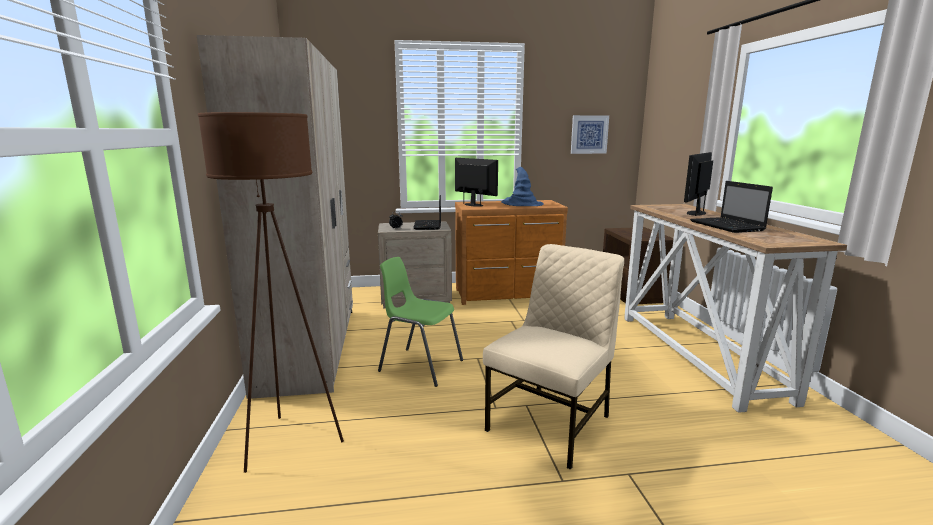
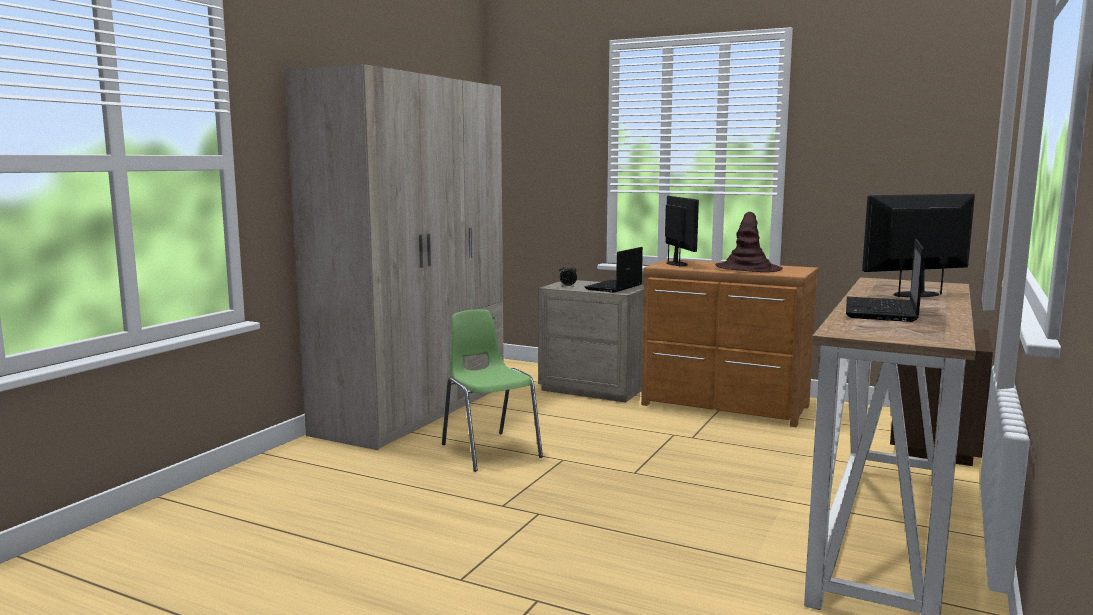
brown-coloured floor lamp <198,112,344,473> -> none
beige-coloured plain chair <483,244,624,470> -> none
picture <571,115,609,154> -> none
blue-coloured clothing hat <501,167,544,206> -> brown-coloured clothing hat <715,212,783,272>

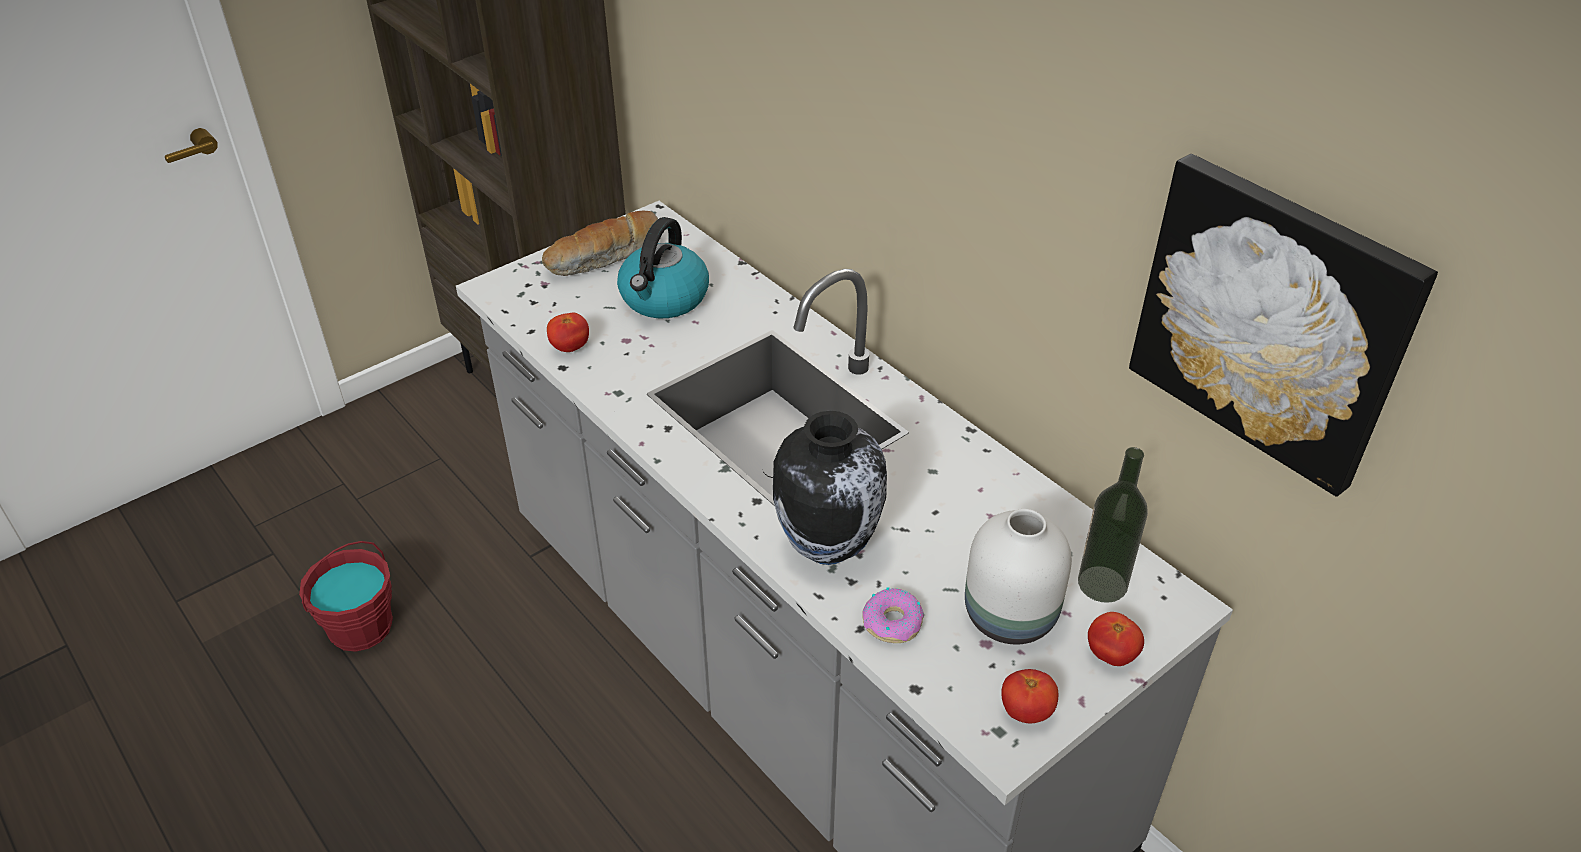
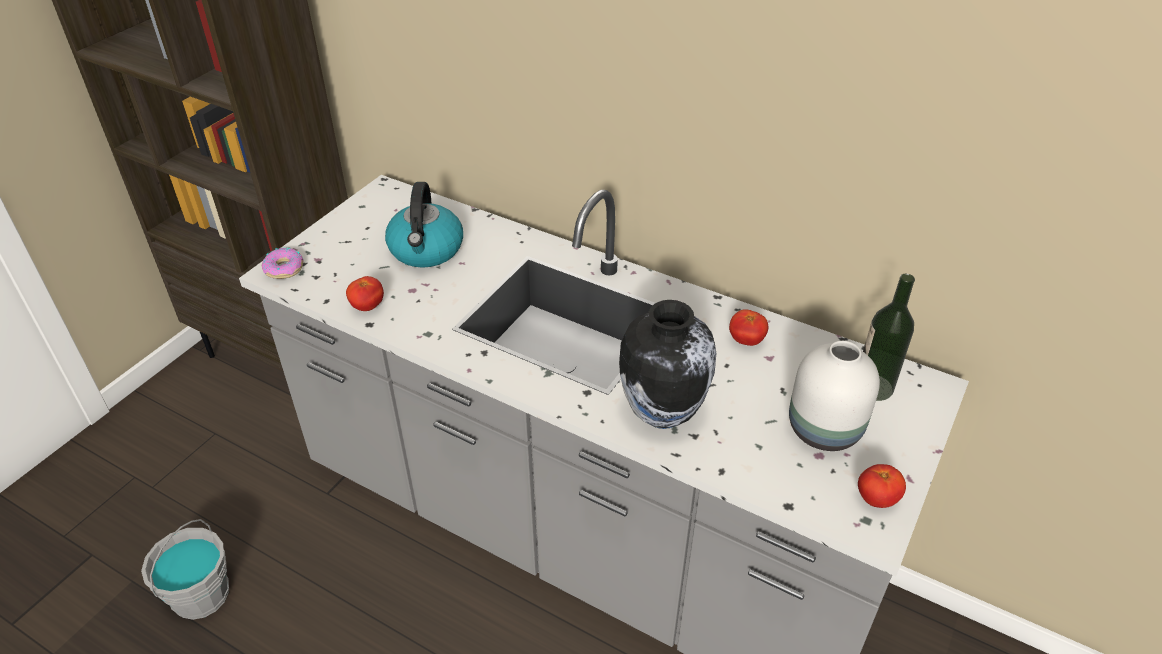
baked bread <542,211,661,276> -> none
picture <1129,154,1438,497> -> none
doughnut <863,588,924,643> -> doughnut <262,248,304,279>, relocated
tomato <1088,612,1144,666> -> tomato <729,310,768,346>, relocated
reddish bucket <299,541,393,652> -> greyish bucket <141,519,229,620>

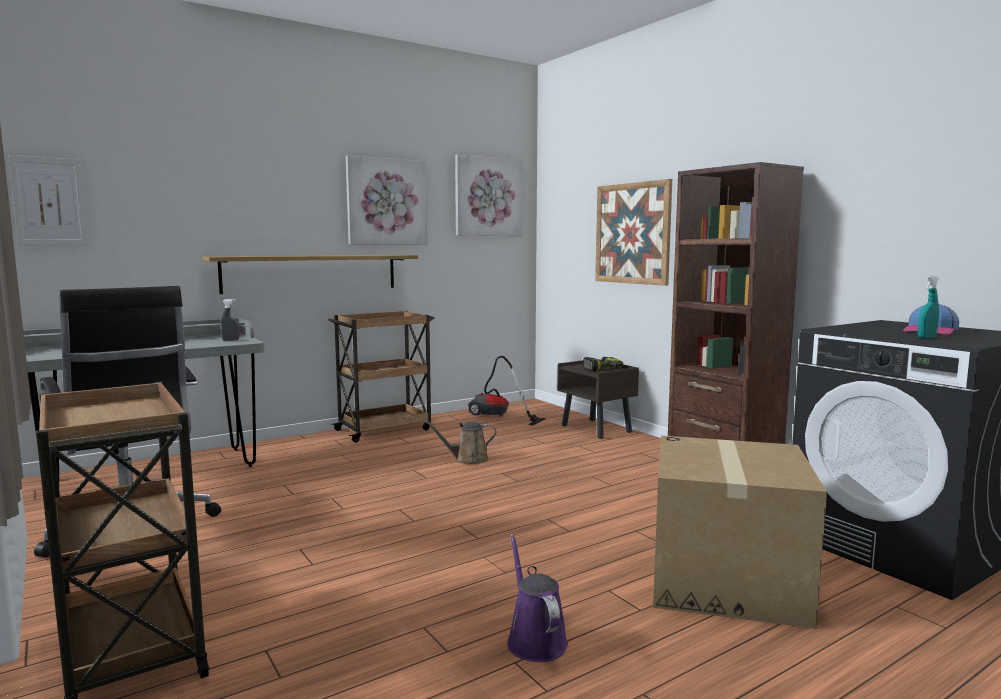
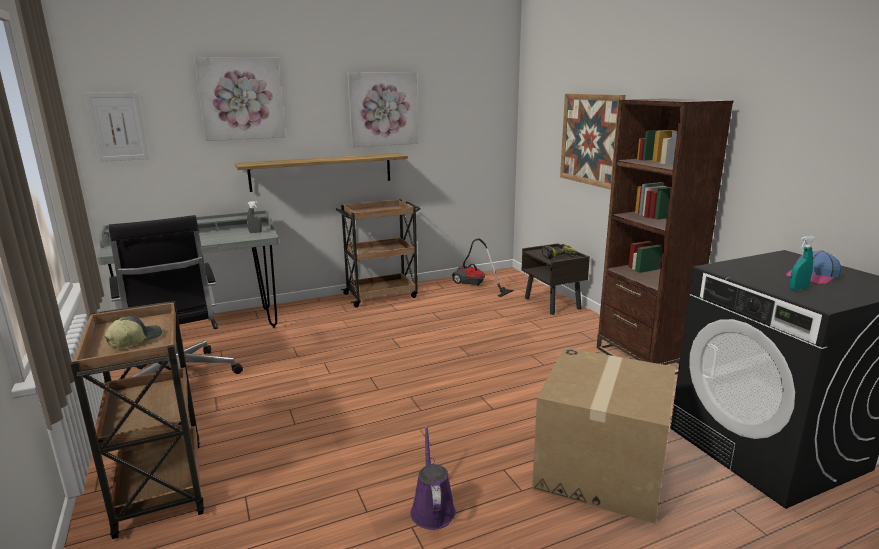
brown-coloured watering pot <424,420,497,464> -> none
none -> cap <104,316,162,348>
picture <455,155,522,236> -> picture <194,57,286,141>, relocated

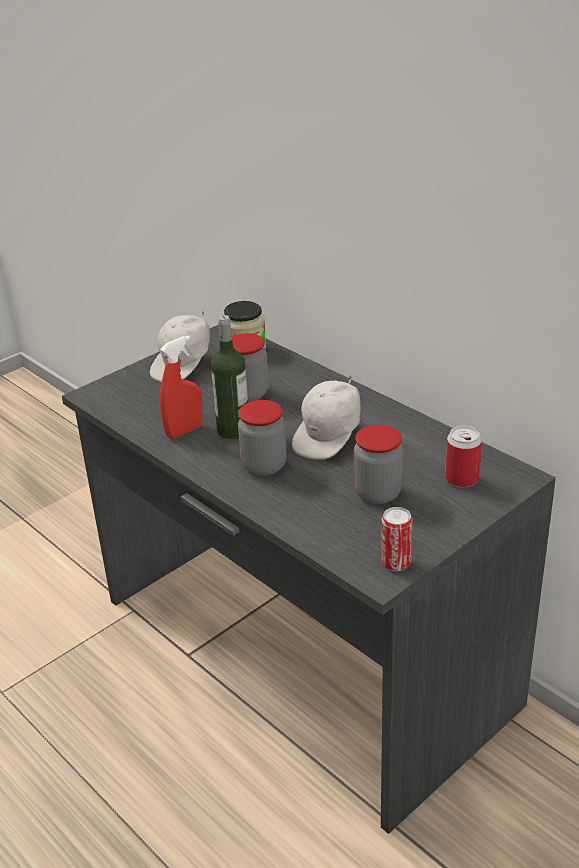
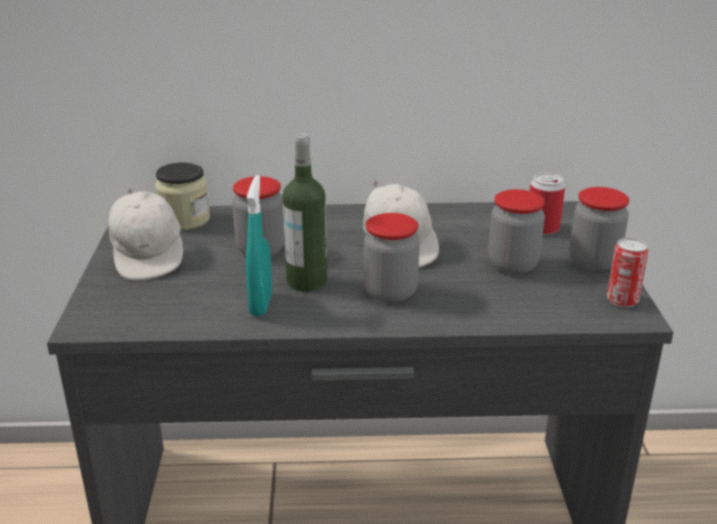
none -> jar <570,187,629,272>
reddish spray bottle <160,335,202,438> -> blue-green spray bottle <246,175,272,316>

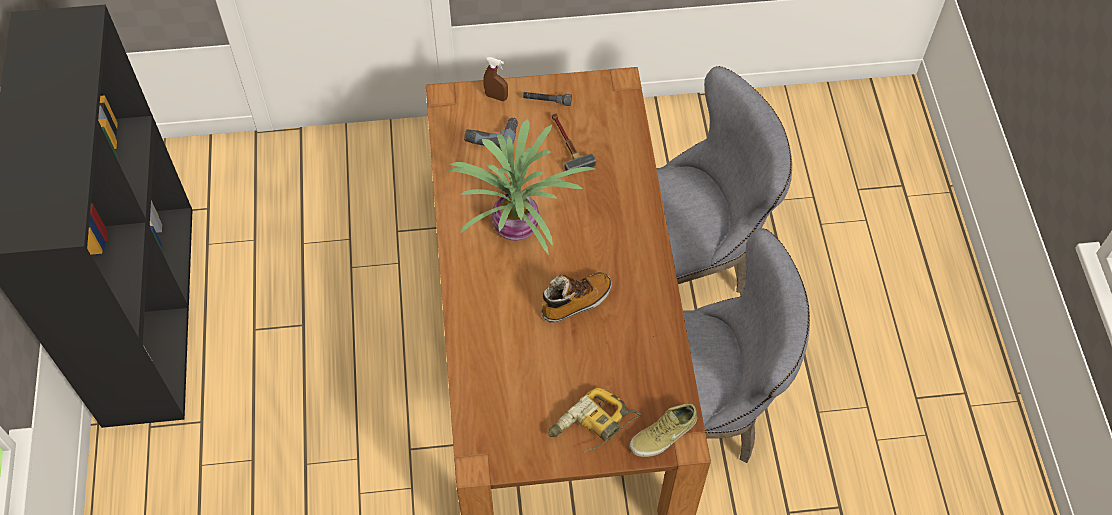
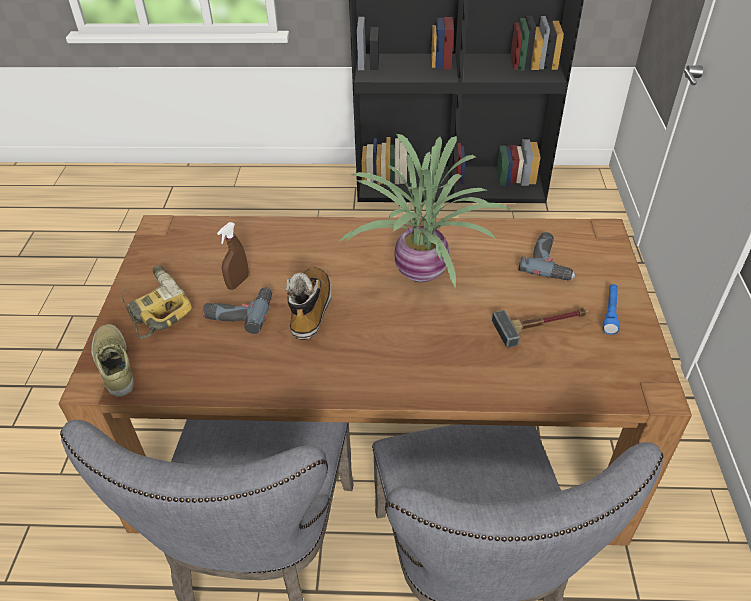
none -> power drill <203,287,272,334>
brown-coloured spray bottle <483,57,508,101> -> brown-coloured spray bottle <217,222,248,290>, relocated
greyish flashlight <523,92,572,106> -> blue-coloured flashlight <603,284,620,335>
high-top boot <541,272,612,323> -> high-top boot <286,267,332,340>, 150 degrees counterclockwise

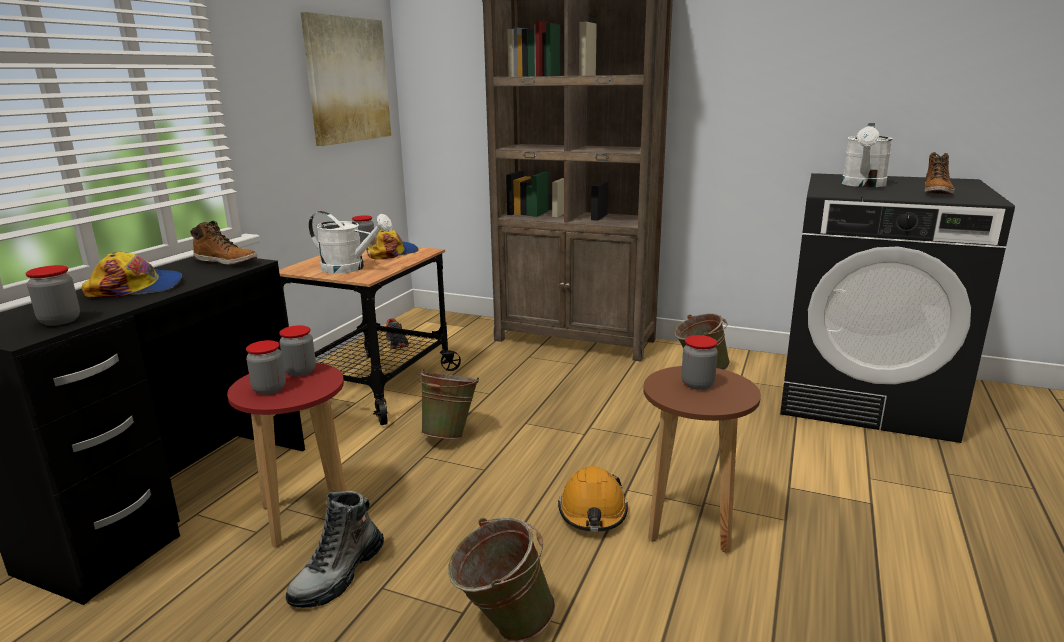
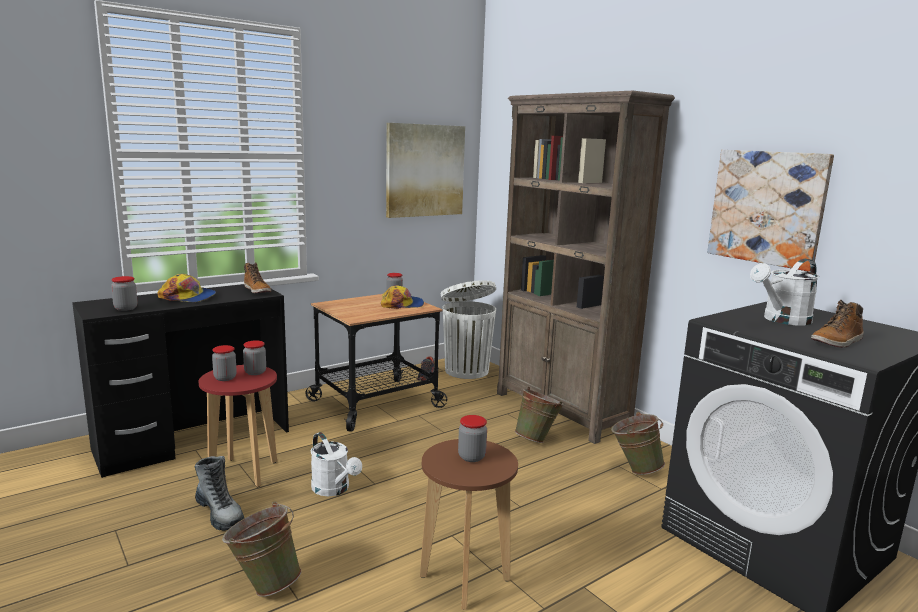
orange work helmet <558,466,628,532> -> none
none -> white trash can <441,280,496,379>
none -> picture <707,150,834,272>
white watering pot <308,211,393,274> -> white watering pot <311,432,362,496>, relocated
green-coloured bucket <417,369,479,439> -> green-coloured bucket <515,387,564,443>, relocated
high-top boot <286,491,384,608> -> high-top boot <195,456,244,531>, 105 degrees counterclockwise

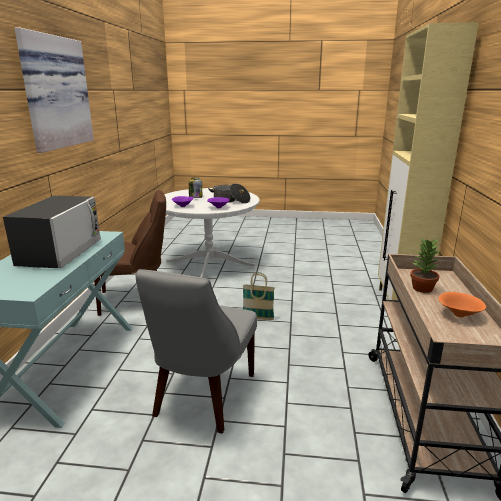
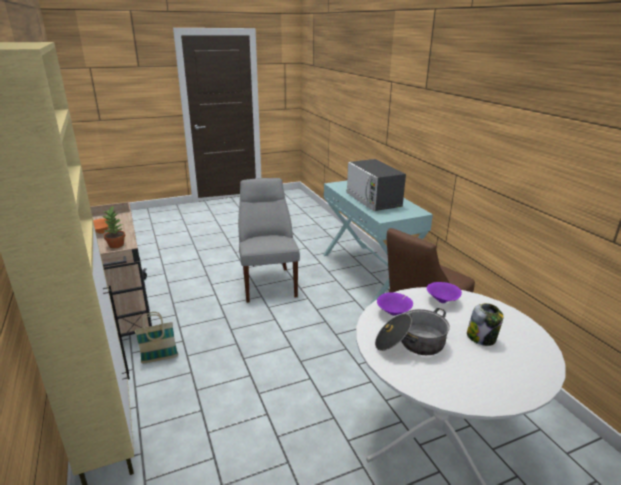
picture <15,28,94,153> -> none
storage basket <243,272,275,320> -> storage basket <135,312,178,364>, relocated

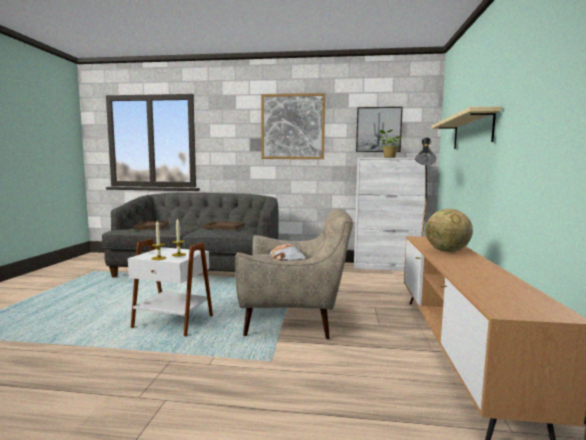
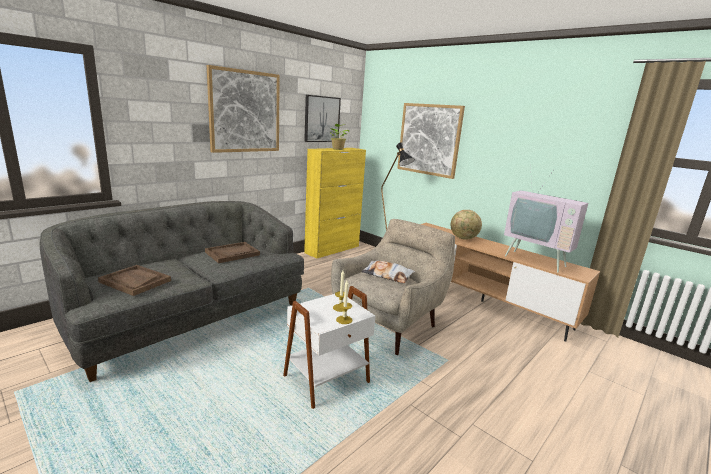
none -> TV set <504,165,588,273>
beige-coloured bracket shelf <432,107,501,149> -> picture <397,103,465,179>
white cupboard <354,158,426,271> -> yellow cupboard <304,148,366,259>

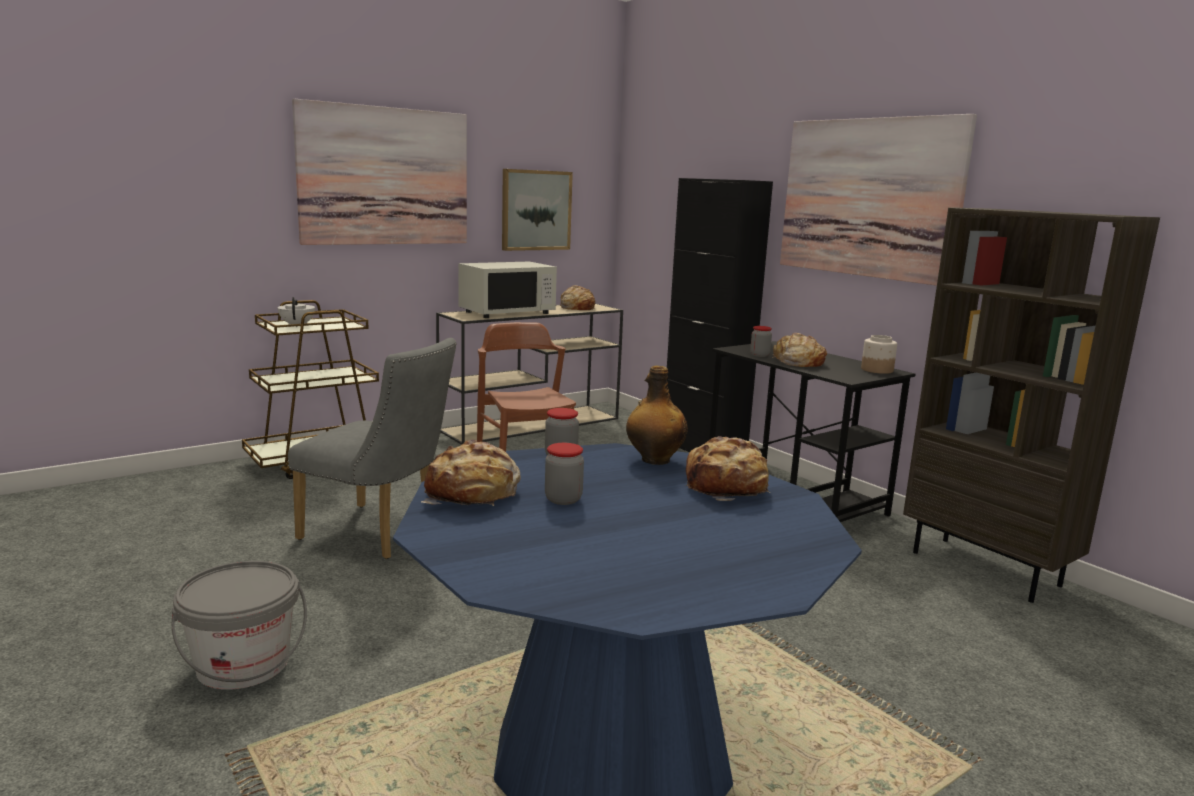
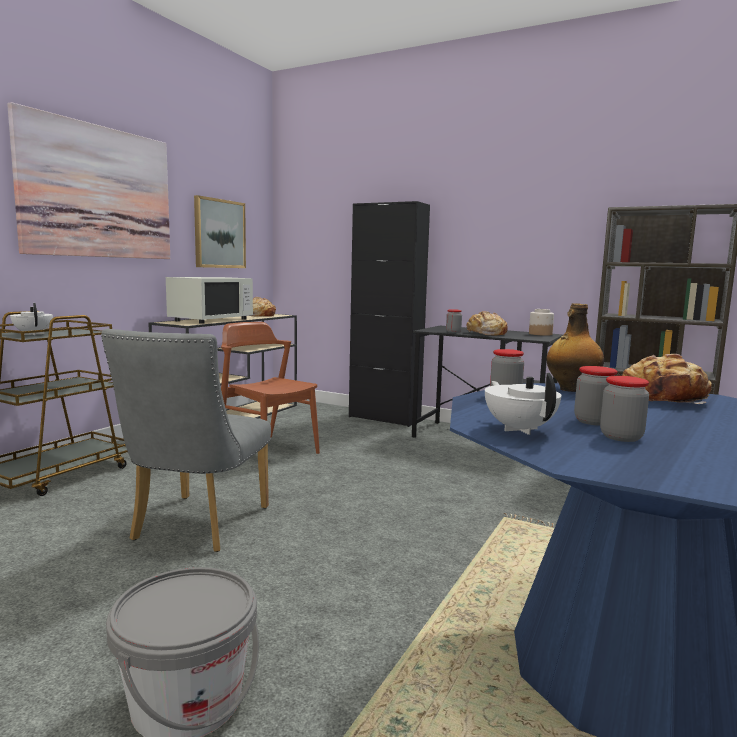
picture <780,114,977,286> -> none
none -> jar <600,376,649,442>
baked bread <421,440,521,506> -> white teapot <485,373,561,435>
greyish plain chair <288,338,457,559> -> greyish plain chair <101,329,271,552>, 105 degrees clockwise

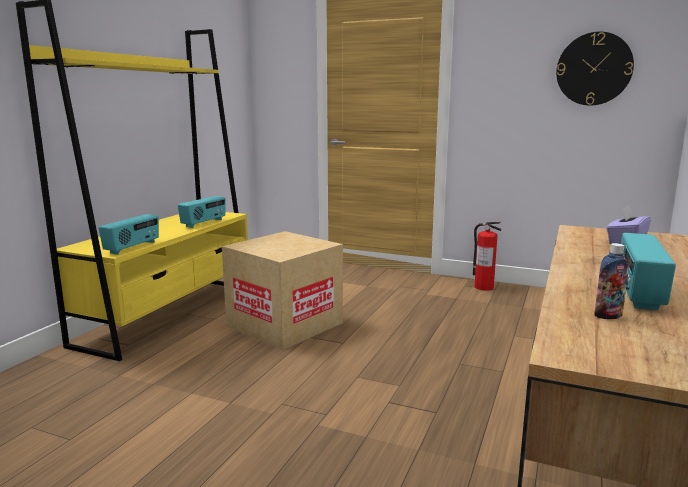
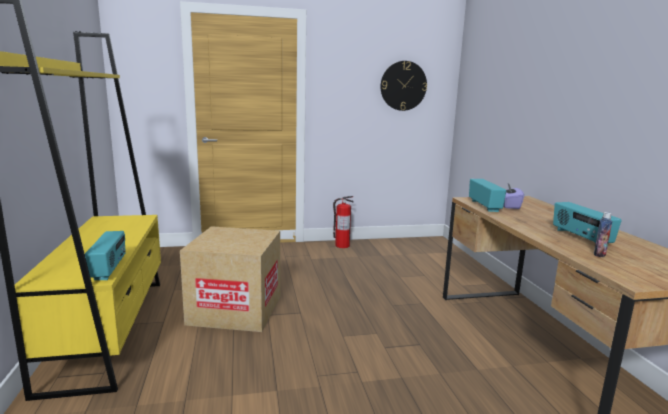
radio receiver <178,196,226,228> -> radio receiver <469,179,506,212>, relocated

